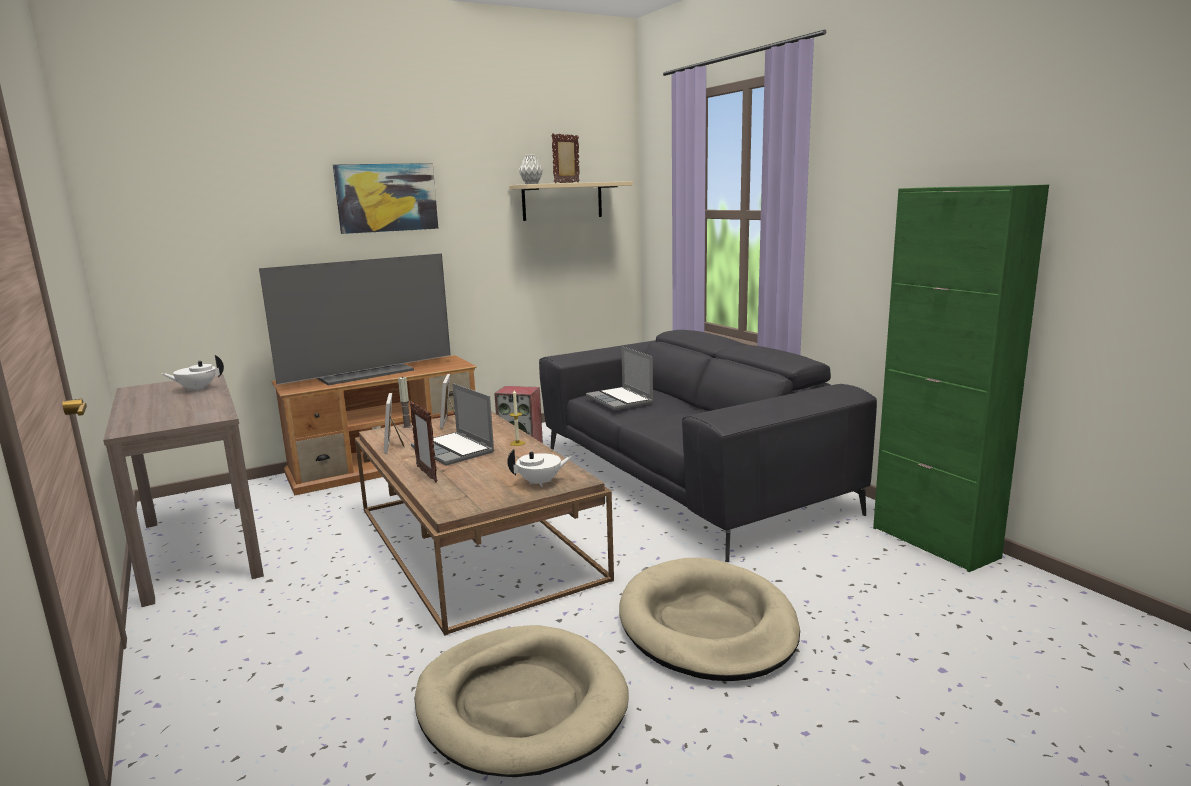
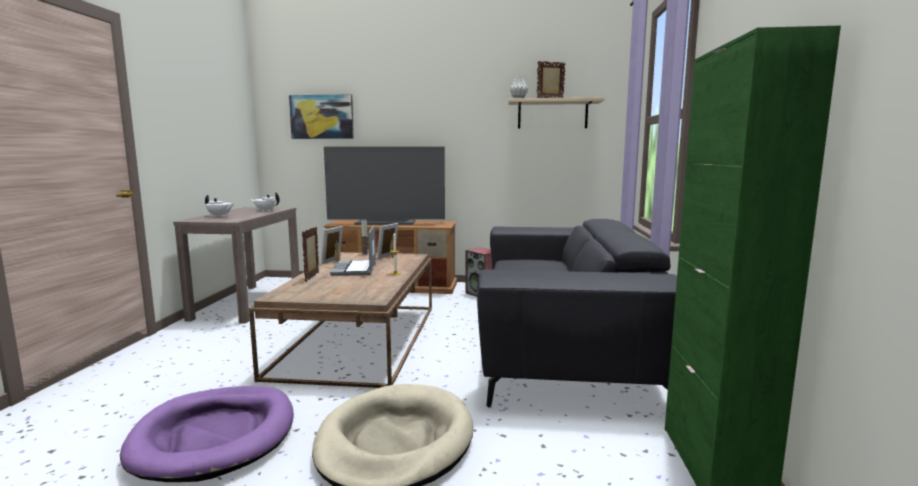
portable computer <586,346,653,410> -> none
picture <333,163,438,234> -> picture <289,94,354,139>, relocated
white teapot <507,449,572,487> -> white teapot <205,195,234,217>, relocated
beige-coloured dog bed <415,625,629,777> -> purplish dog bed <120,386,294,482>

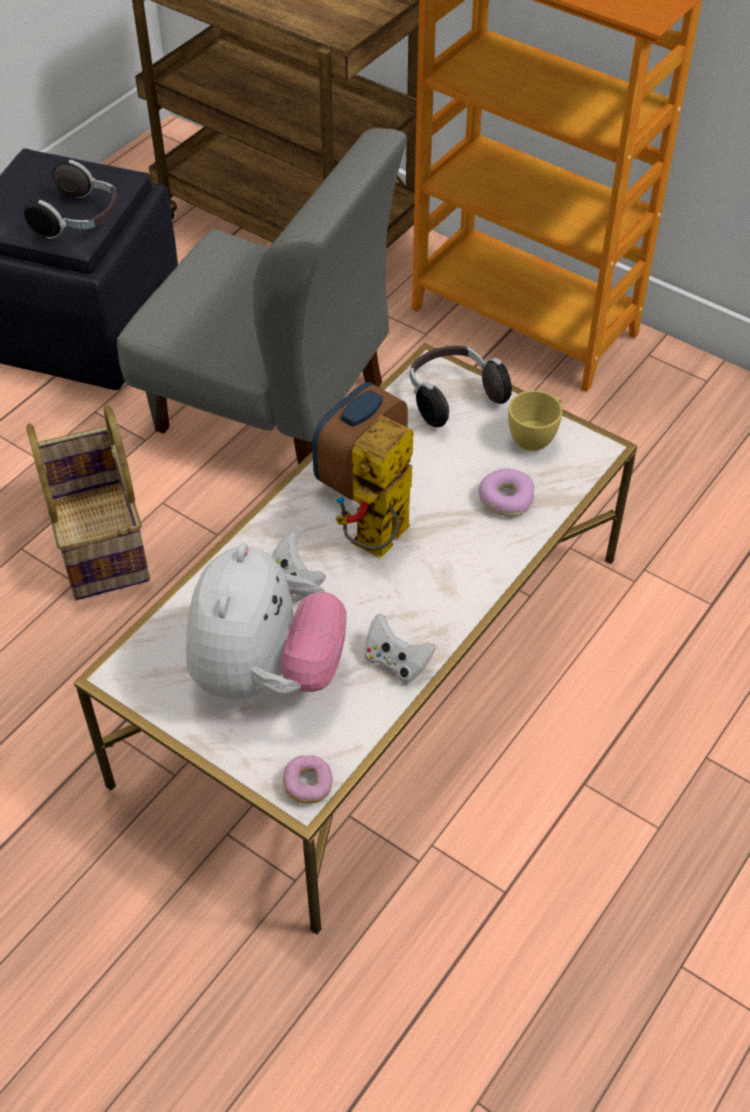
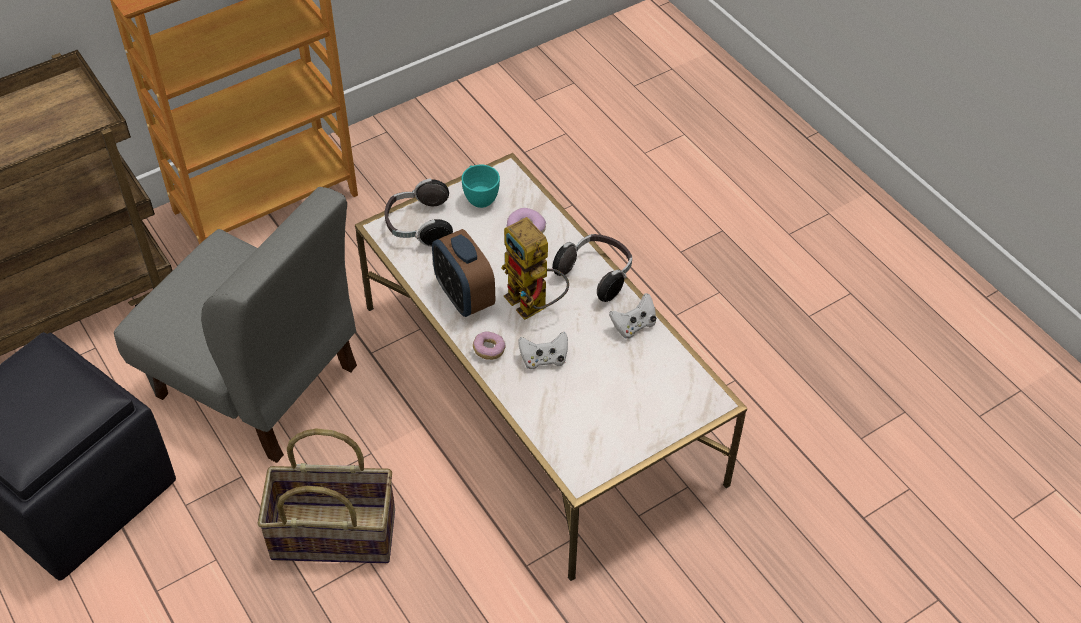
soft toy <186,543,347,699> -> none
pair of headphones <24,160,117,239> -> pair of headphones <552,234,632,302>, relocated
doughnut <283,755,332,804> -> doughnut <473,332,506,360>, relocated
yellow small cup <508,390,562,451> -> blue-green small cup <462,165,500,208>
greyish plain chair <117,128,407,465> -> greyish plain chair <114,187,357,463>, 75 degrees clockwise

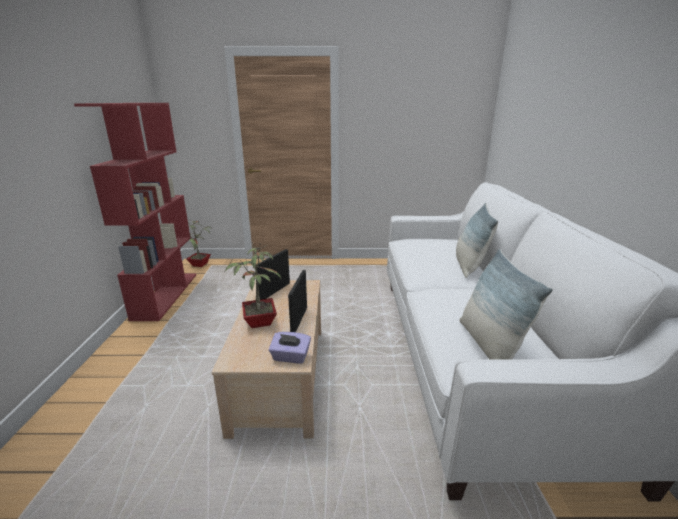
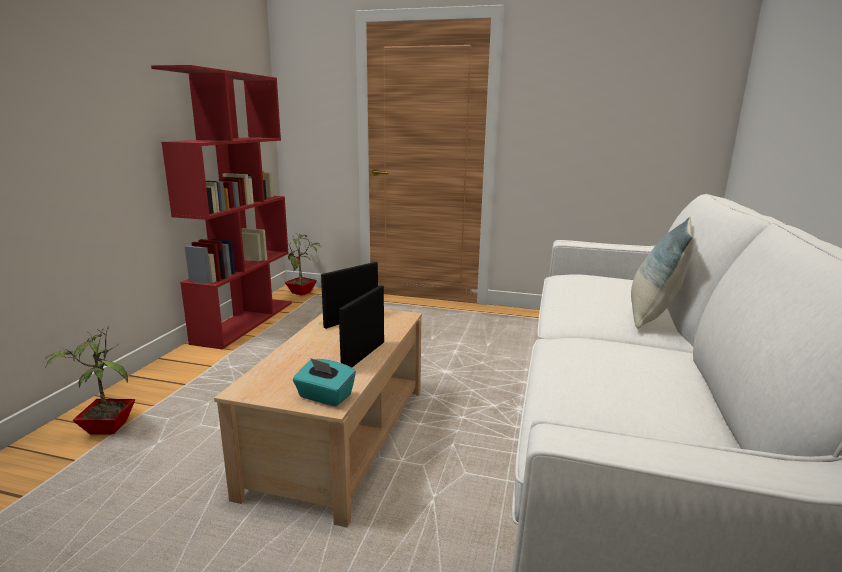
pillow <460,249,553,360> -> none
potted plant <225,242,281,328> -> potted plant <44,326,135,435>, relocated
purplish tissue holder <269,332,311,364> -> blue-green tissue holder <293,358,356,406>

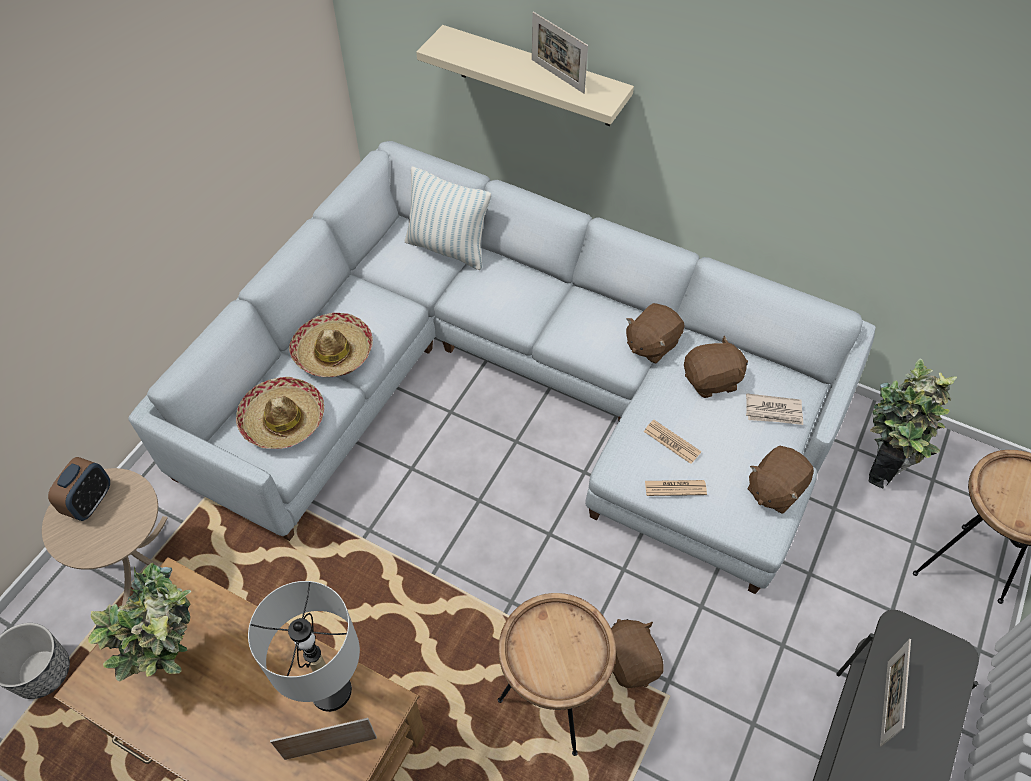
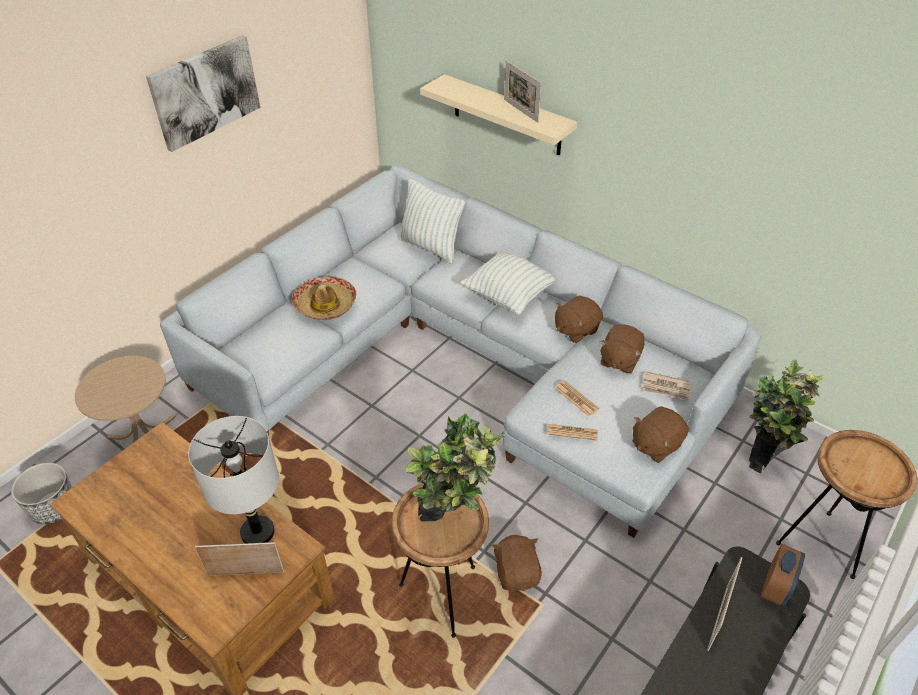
clothing hat <236,377,324,449> -> none
none -> picture <146,35,260,152>
none -> pillow <460,251,554,315>
bedside clock <48,457,110,521> -> bedside clock <761,544,805,607>, relocated
potted plant <88,563,191,682> -> potted plant <406,414,506,521>, relocated
brown-coloured soft toy <684,336,748,398> -> brown-coloured soft toy <600,324,644,374>, 120 degrees clockwise

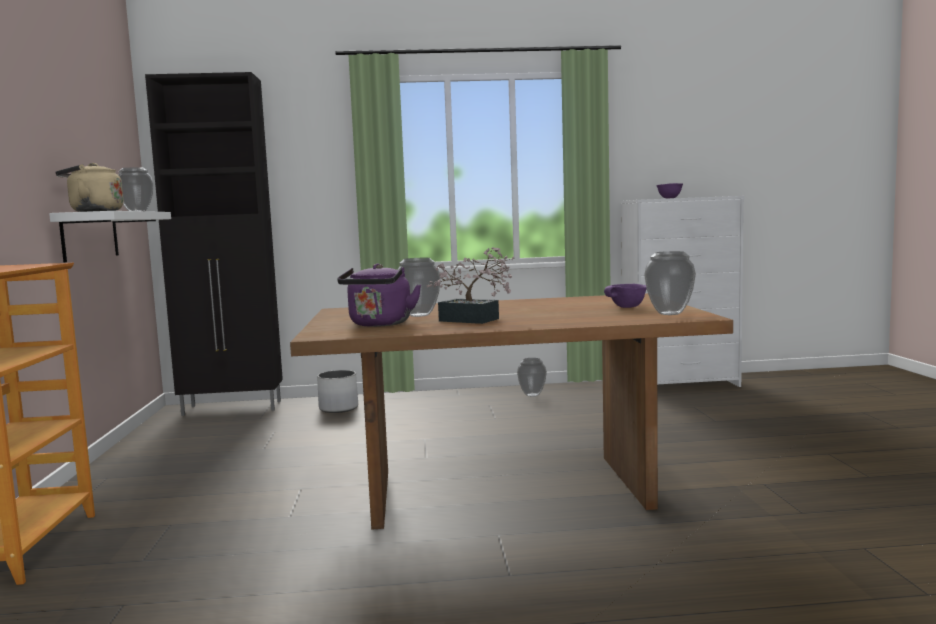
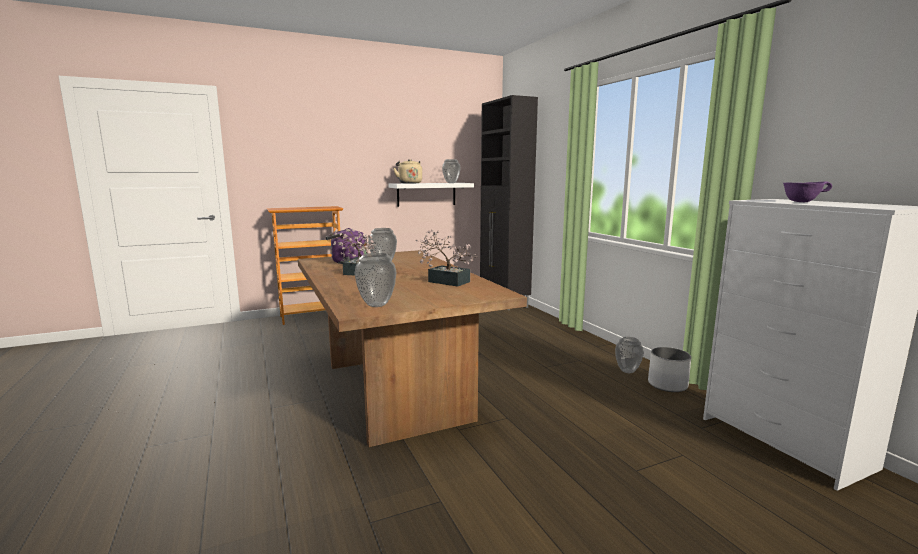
purplish bowl <604,284,647,308> -> none
none -> potted plant <416,230,477,287>
white plant pot <317,370,358,413> -> white plant pot <648,347,691,392>, relocated

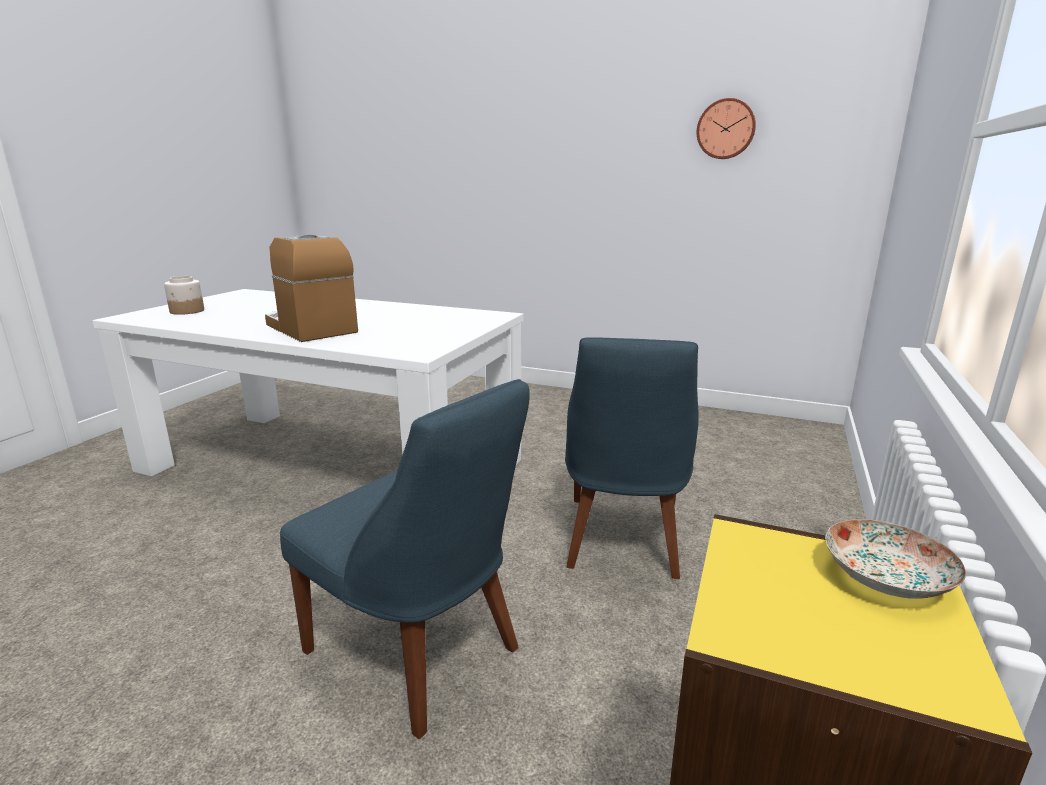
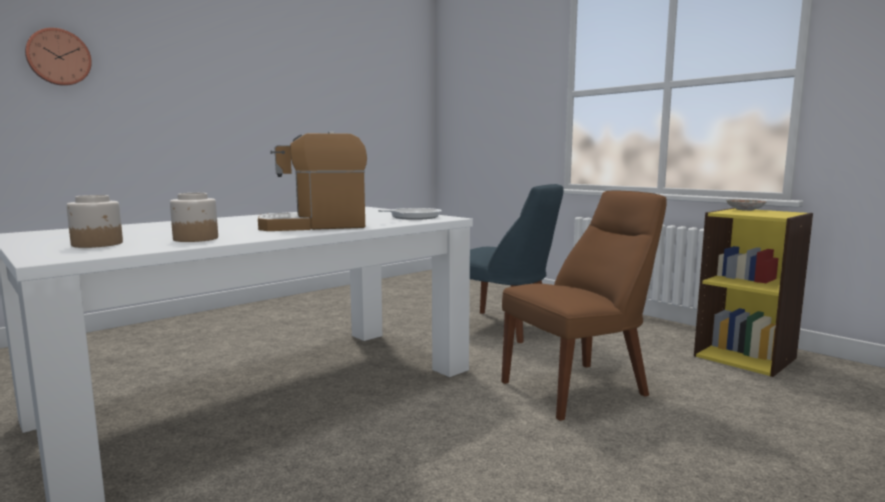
none -> jar <170,193,218,242>
none -> pan <378,208,442,220>
clock on the wall <697,98,756,159> -> clock on the wall <25,28,92,86>, relocated
blue-coloured plain chair <280,379,530,739> -> brown-coloured plain chair <501,191,667,421>

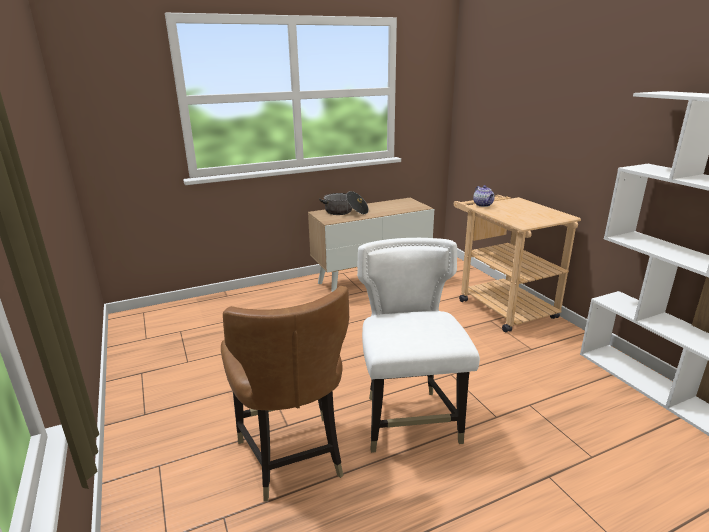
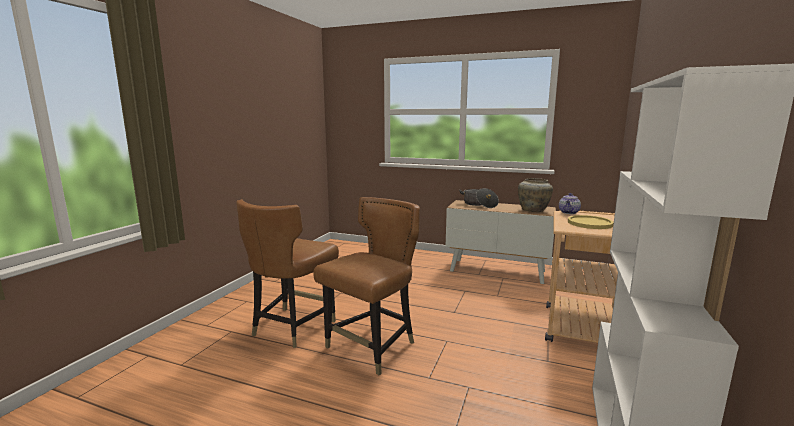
none -> beige-coloured decorative vase <518,178,553,212>
none -> yellow flat dish <568,215,614,229>
white plain chair <357,238,480,453> -> brown-coloured plain chair <313,197,420,375>

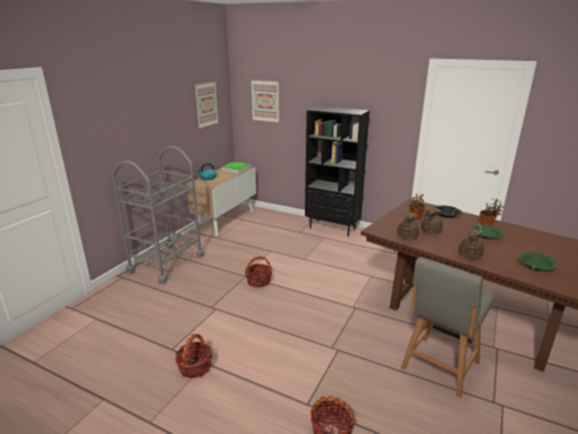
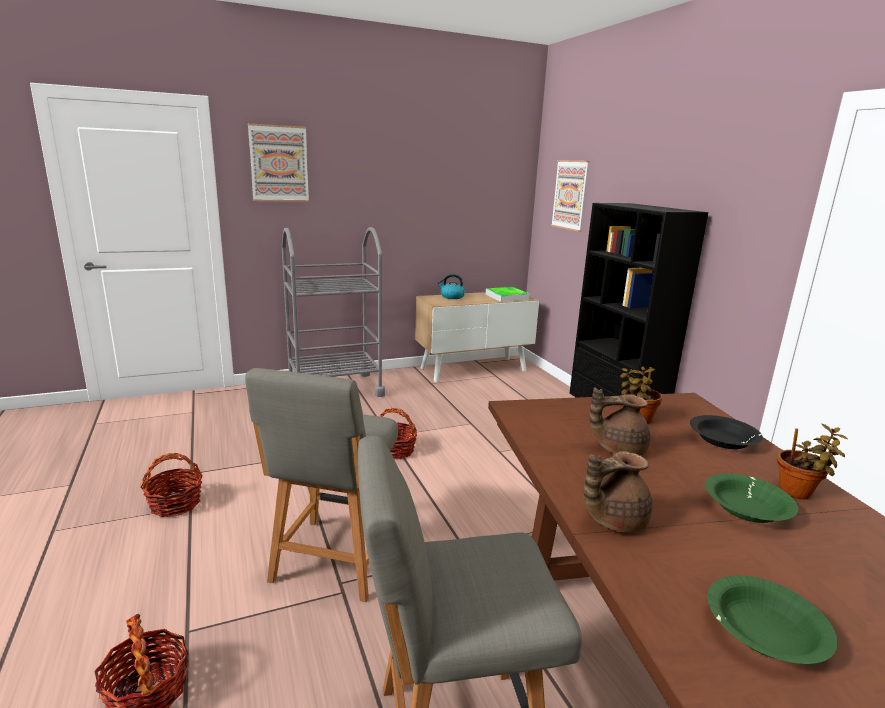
brown-coloured teapot <397,213,419,239> -> none
none -> greyish plain chair <245,368,398,602>
picture <194,81,219,129> -> picture <248,123,309,202>, relocated

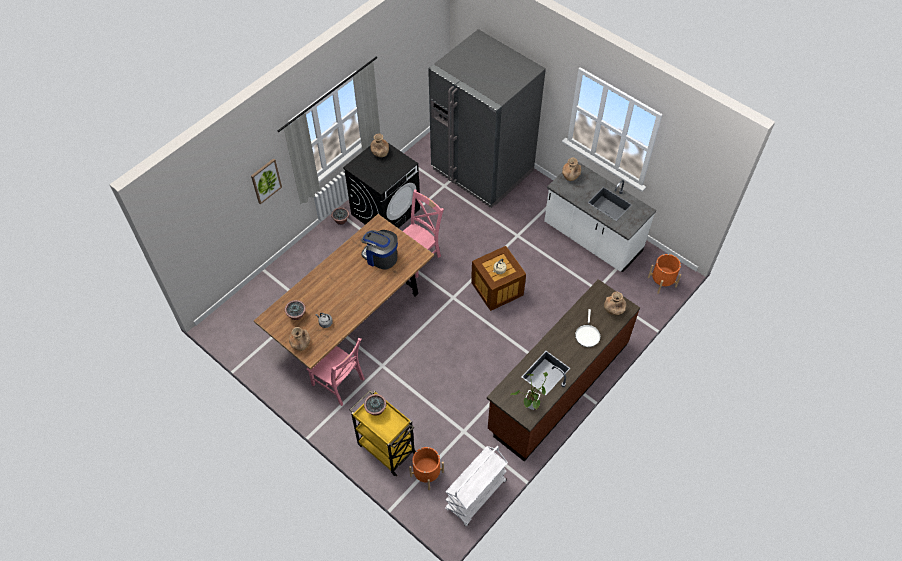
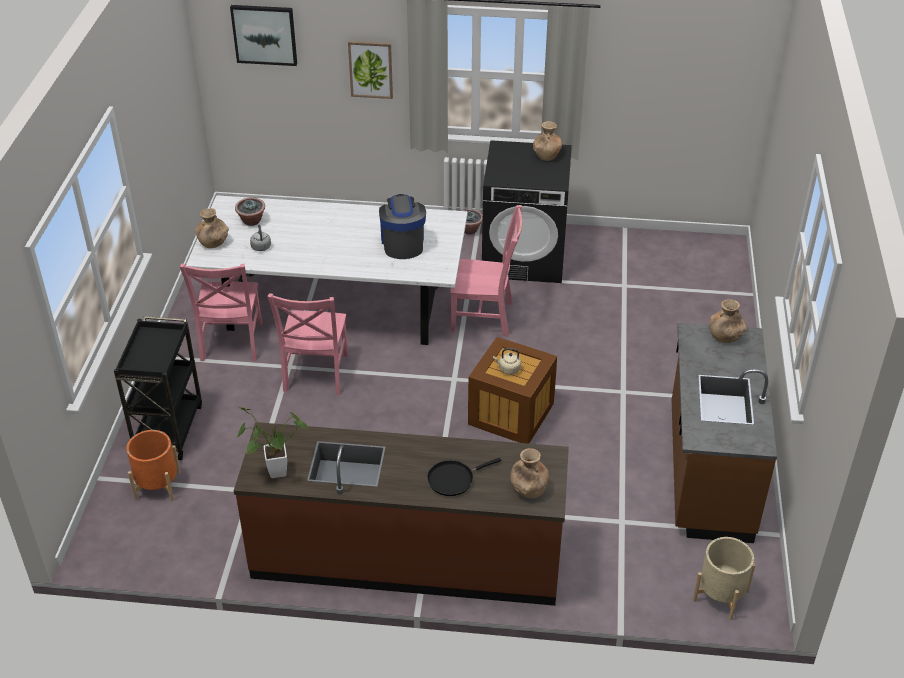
potted plant <364,394,386,416> -> none
greyish refrigerator <428,29,546,208> -> none
white cart <445,446,508,526> -> none
none -> picture <230,5,297,66>
none -> pinkish plain chair <267,293,348,395>
brown-coloured dinner table <254,214,434,370> -> white dinner table <186,195,468,345>
yellow cart <350,390,416,476> -> blackish cart <114,316,202,460>
white kitchen base unit <544,162,656,272> -> brown-coloured kitchen base unit <672,322,777,543>
white pan <575,309,601,347> -> blackish pan <427,458,501,496>
orange plant pot <648,254,681,294> -> beige-coloured plant pot <693,537,755,620>

